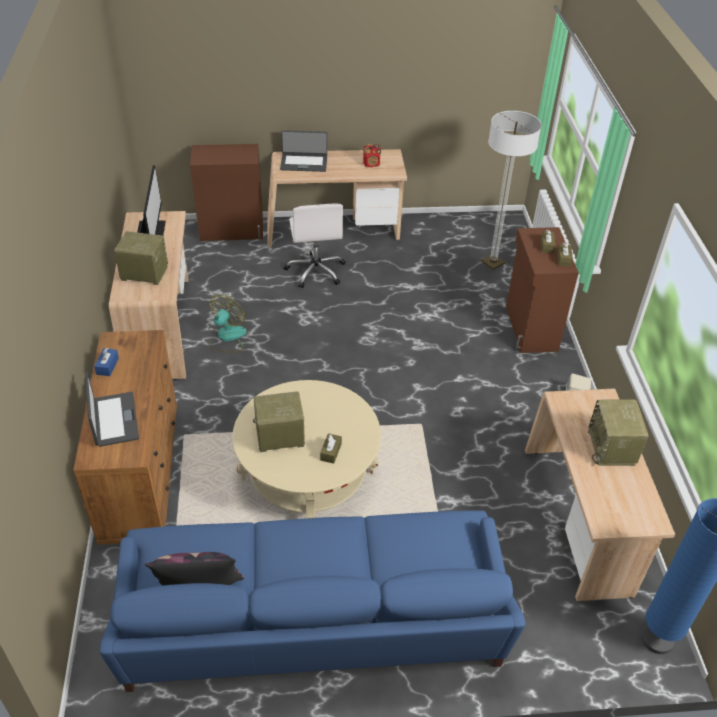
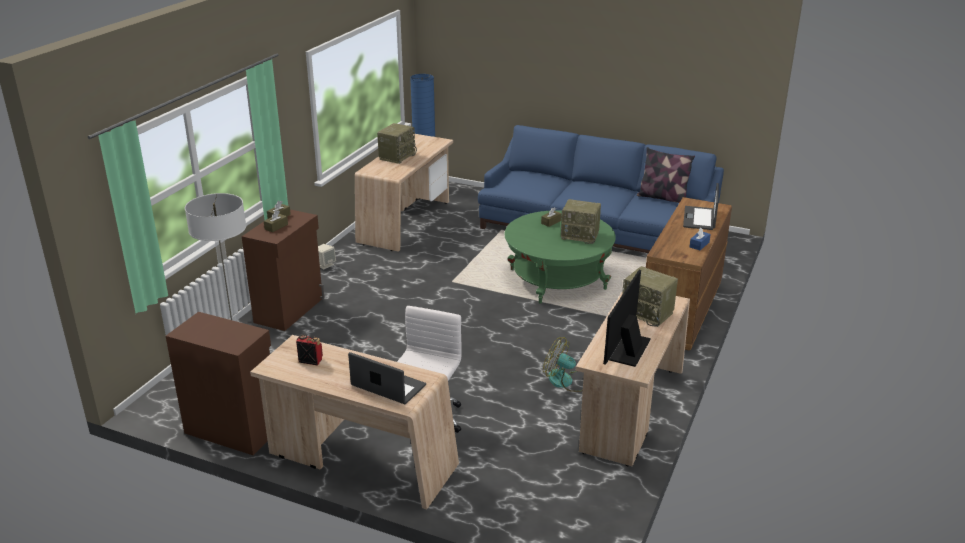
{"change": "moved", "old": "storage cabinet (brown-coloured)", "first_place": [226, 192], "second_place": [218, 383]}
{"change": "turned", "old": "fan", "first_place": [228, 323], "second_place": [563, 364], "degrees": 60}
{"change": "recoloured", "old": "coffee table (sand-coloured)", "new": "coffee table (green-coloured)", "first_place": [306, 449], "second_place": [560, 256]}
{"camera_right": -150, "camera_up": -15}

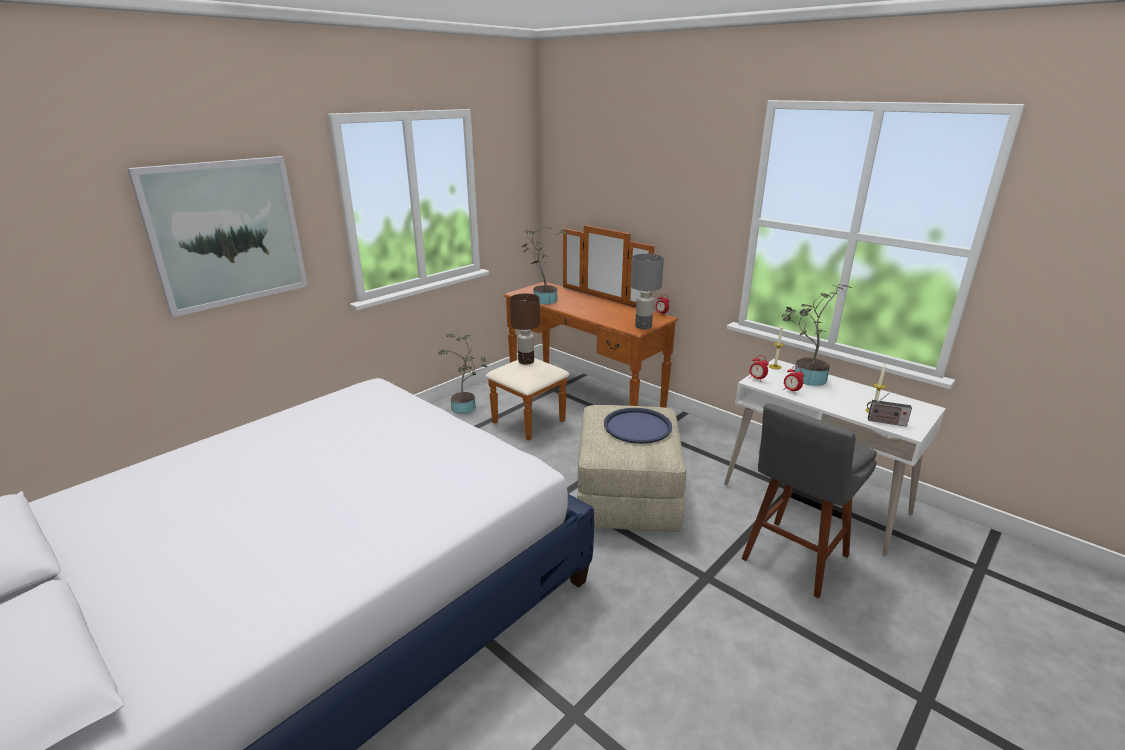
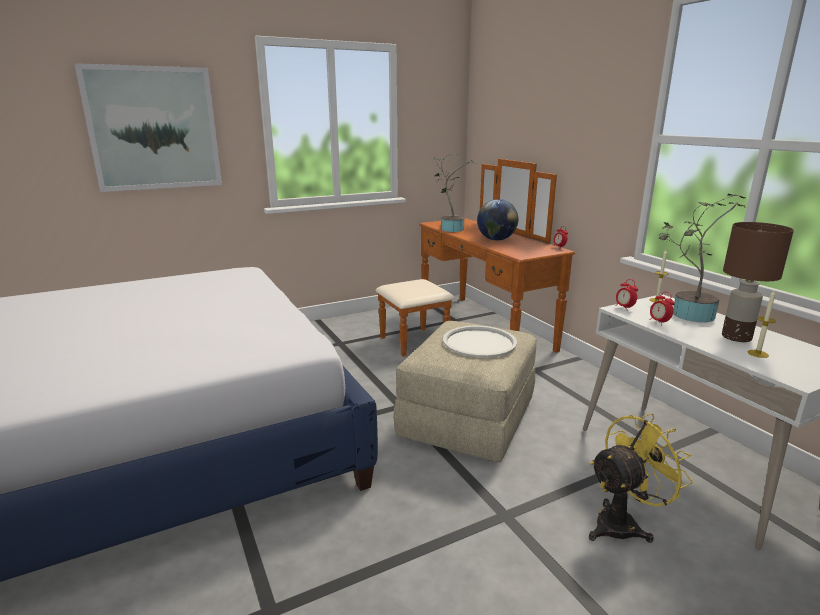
{"change": "removed", "old": "table lamp (grey)", "first_place": [647, 291]}
{"change": "moved", "old": "table lamp (brown-coloured)", "first_place": [525, 329], "second_place": [758, 282]}
{"change": "removed", "old": "houseplant", "first_place": [463, 374]}
{"change": "removed", "old": "radio receiver", "first_place": [889, 410]}
{"change": "replaced", "old": "sitting stool (grey)", "new": "fan (yellow-coloured)", "first_place": [809, 501], "second_place": [641, 478]}
{"change": "recoloured", "old": "carrying tray (blue)", "new": "carrying tray (whitish)", "first_place": [638, 426], "second_place": [480, 342]}
{"change": "added", "new": "globe", "second_place": [497, 220]}
{"camera_right": 20, "camera_up": -5}

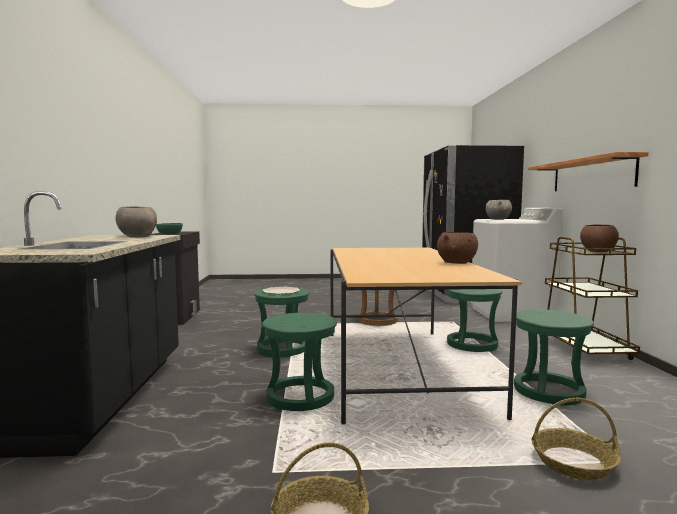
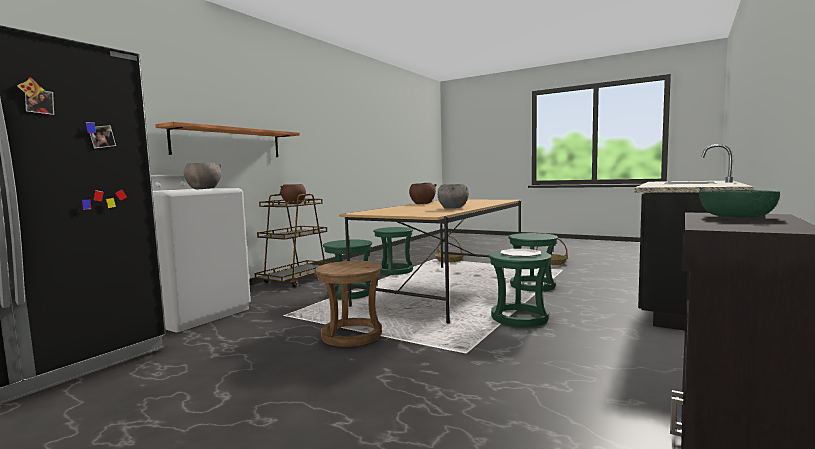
{"change": "moved", "old": "serving bowl (grey)", "first_place": [136, 222], "second_place": [453, 196]}
{"camera_right": -145, "camera_up": 0}

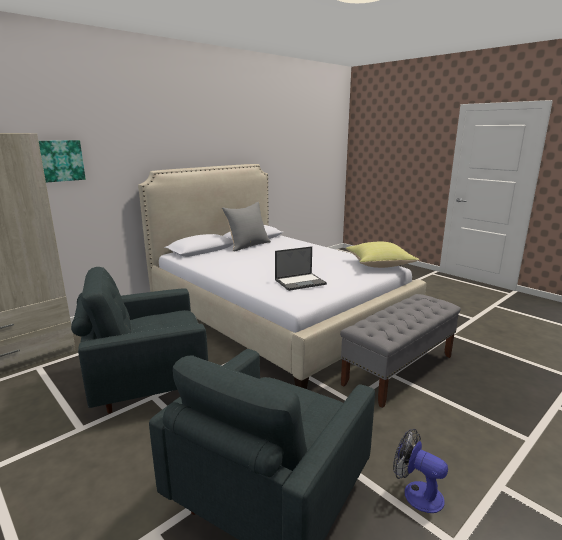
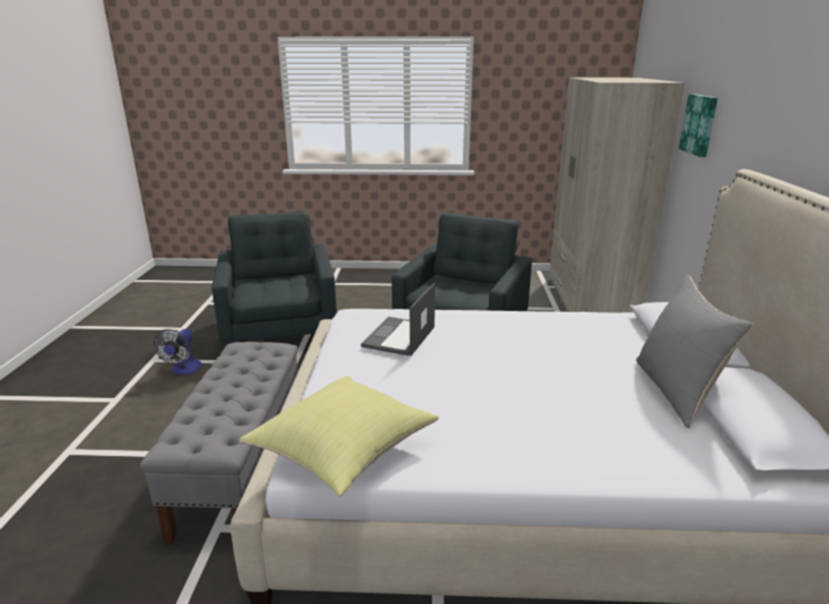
{"change": "turned", "old": "fan", "first_place": [420, 471], "second_place": [177, 352], "degrees": 105}
{"camera_right": 135, "camera_up": 5}

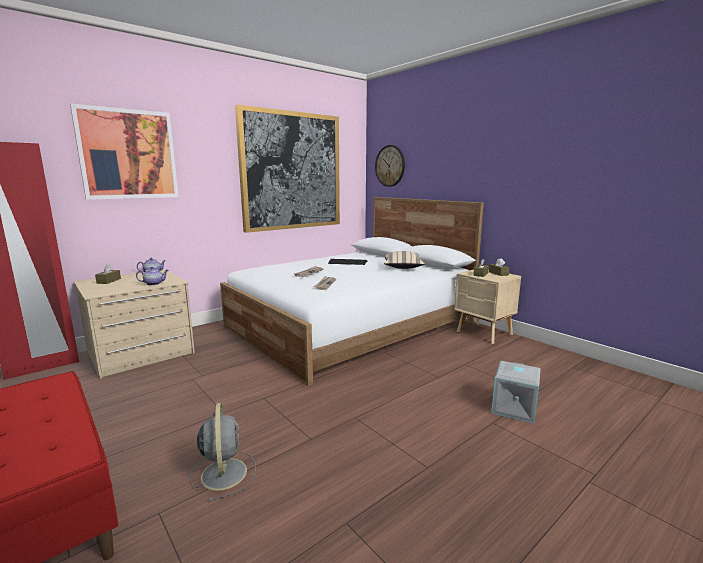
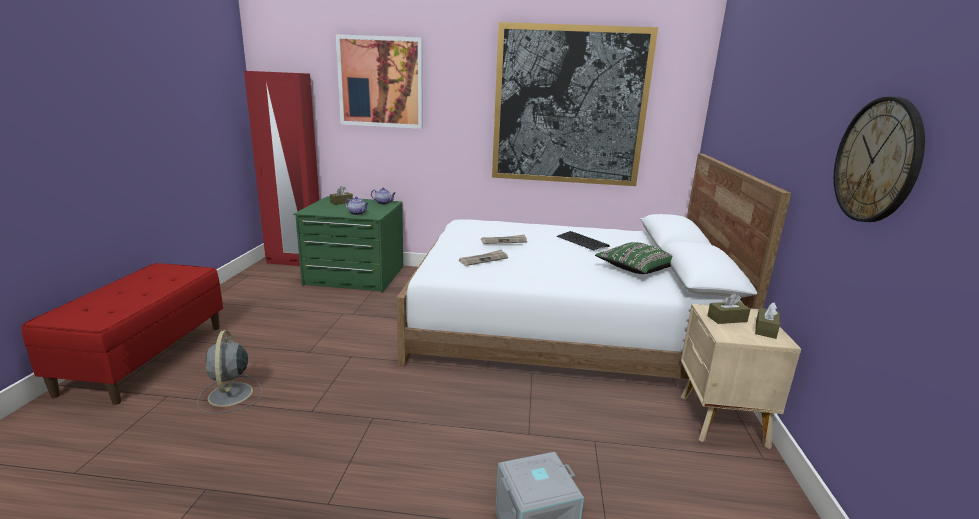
{"change": "moved", "old": "clock on the wall", "first_place": [390, 166], "second_place": [879, 159]}
{"change": "recoloured", "old": "pillow (sand-coloured)", "new": "pillow (green-coloured)", "first_place": [404, 260], "second_place": [633, 258]}
{"change": "recoloured", "old": "dresser (sand-coloured)", "new": "dresser (green-coloured)", "first_place": [134, 324], "second_place": [348, 244]}
{"change": "turned", "old": "fan (grey)", "first_place": [223, 452], "second_place": [229, 371], "degrees": 135}
{"camera_right": 45, "camera_up": 5}

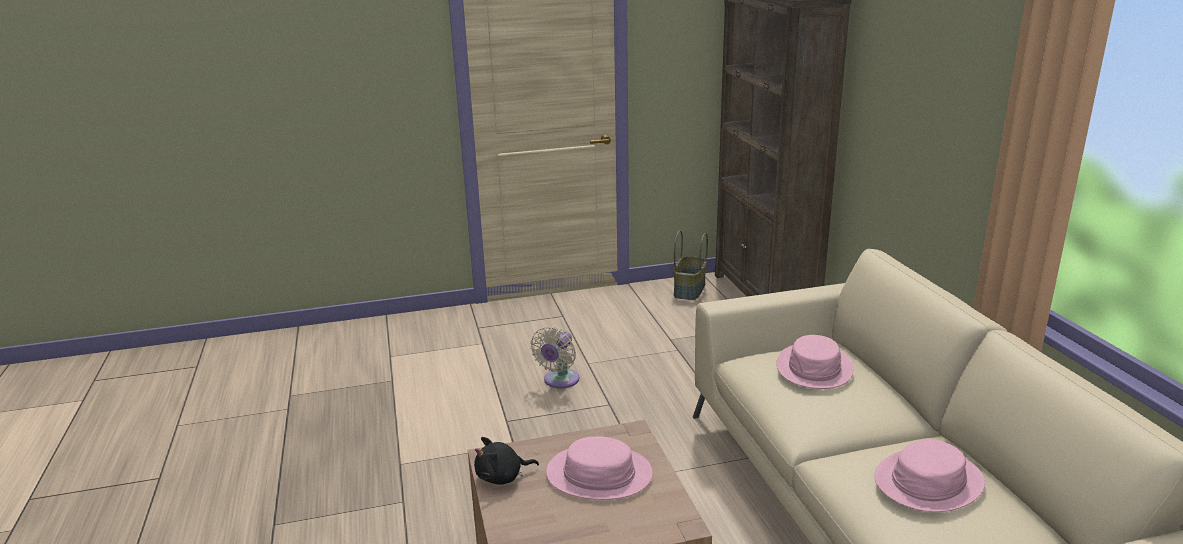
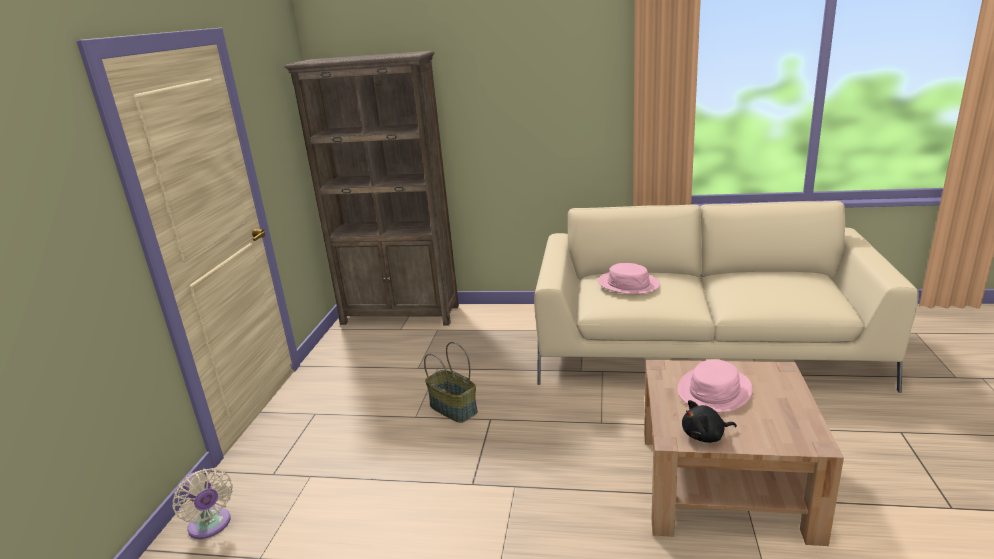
{"change": "moved", "old": "storage basket", "first_place": [690, 265], "second_place": [451, 382]}
{"change": "moved", "old": "fan (sand-coloured)", "first_place": [554, 357], "second_place": [202, 503]}
{"change": "turned", "old": "soft toy (black-coloured)", "first_place": [506, 461], "second_place": [709, 421], "degrees": 75}
{"change": "removed", "old": "clothing hat (pink-coloured)", "first_place": [929, 476]}
{"camera_right": -65, "camera_up": 0}

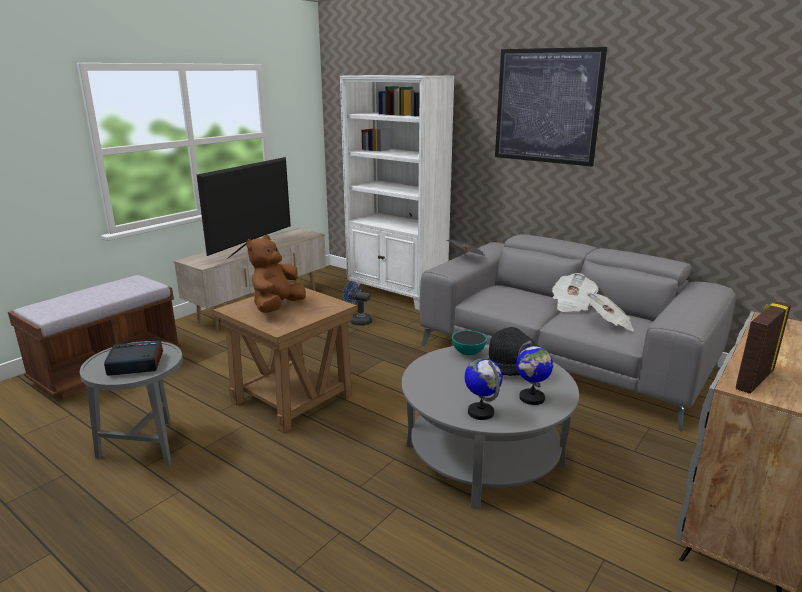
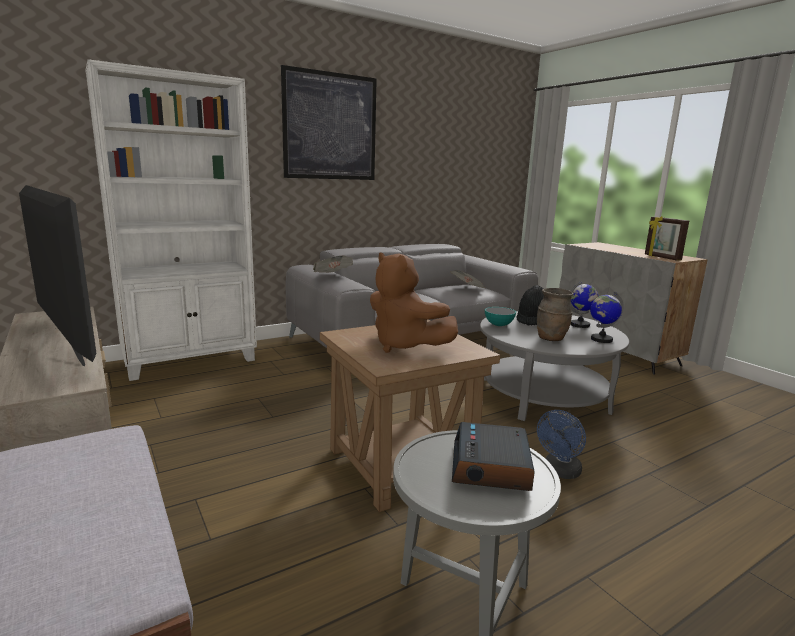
{"change": "removed", "old": "daily paper", "first_place": [575, 292]}
{"change": "moved", "old": "fan (blue)", "first_place": [357, 303], "second_place": [561, 444]}
{"change": "added", "new": "vase (brown-coloured)", "second_place": [555, 314]}
{"camera_right": -70, "camera_up": -5}

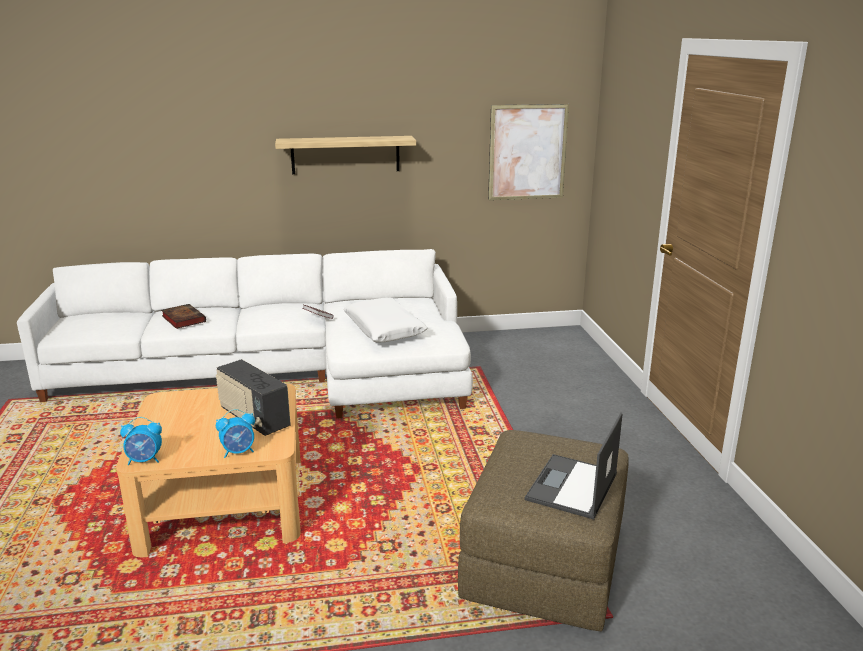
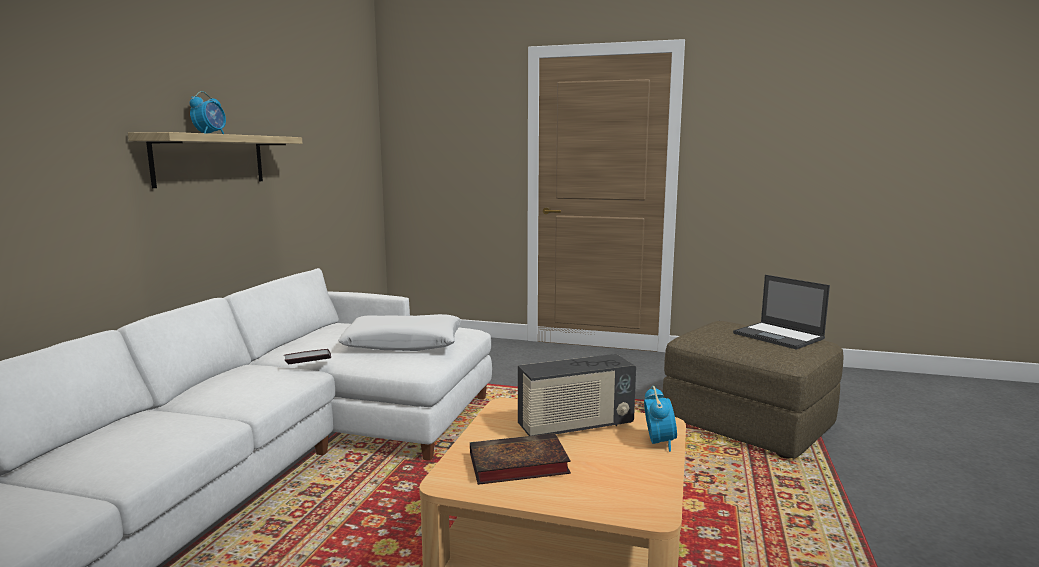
{"change": "removed", "old": "wall art", "first_place": [528, 152]}
{"change": "moved", "old": "bound book", "first_place": [183, 316], "second_place": [520, 459]}
{"change": "moved", "old": "table clock", "first_place": [141, 441], "second_place": [208, 112]}
{"camera_right": -65, "camera_up": -10}

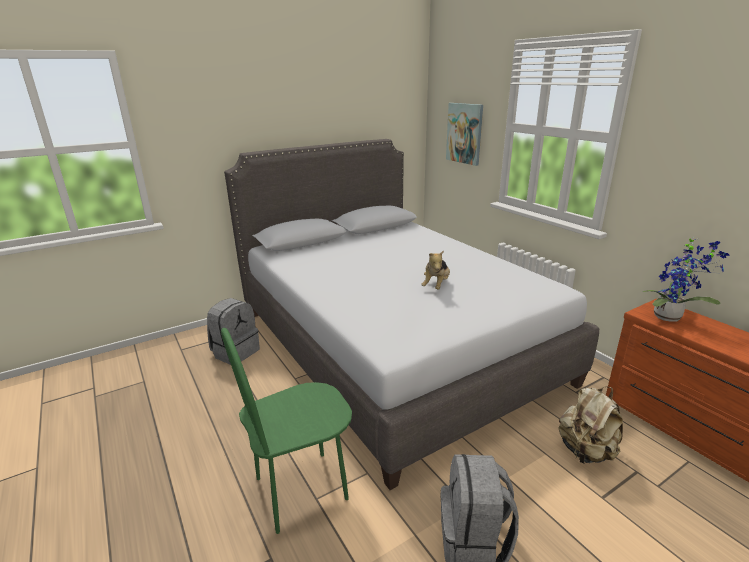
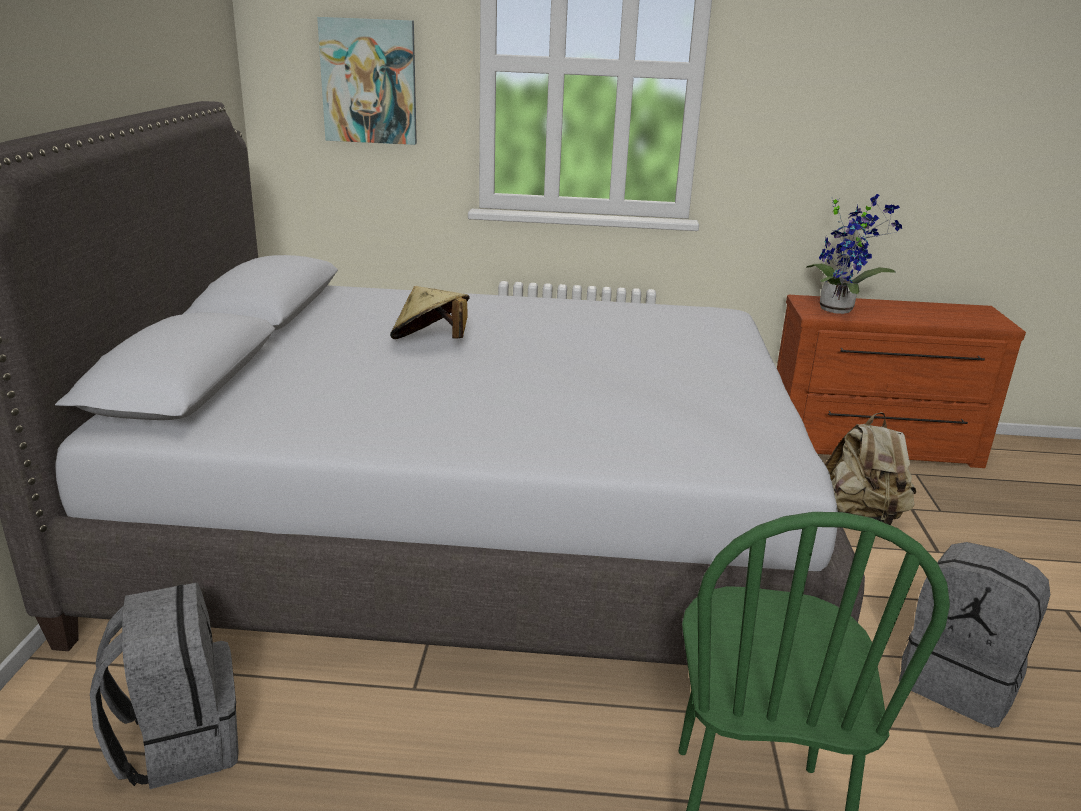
{"change": "removed", "old": "soft toy", "first_place": [435, 270]}
{"change": "added", "new": "clothing hat (sand-coloured)", "second_place": [430, 312]}
{"camera_right": -55, "camera_up": 0}

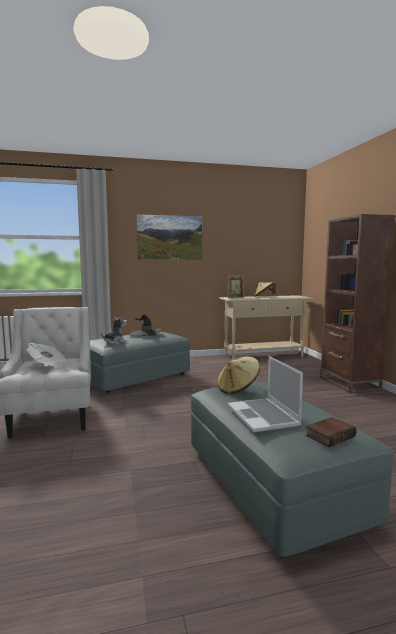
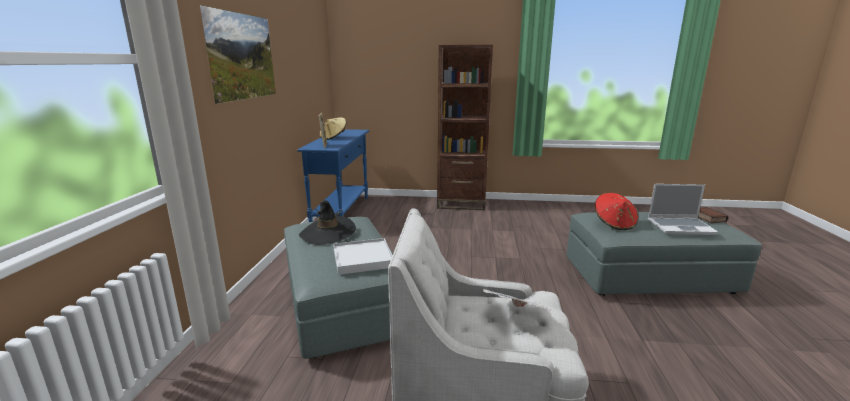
{"change": "recoloured", "old": "narrow table (sand-coloured)", "new": "narrow table (blue)", "first_place": [266, 327], "second_place": [333, 175]}
{"change": "replaced", "old": "soft toy", "new": "carrying tray (whitish)", "first_place": [113, 329], "second_place": [363, 256]}
{"change": "recoloured", "old": "clothing hat (sand-coloured)", "new": "clothing hat (reddish)", "first_place": [238, 375], "second_place": [616, 211]}
{"camera_right": -70, "camera_up": 10}

